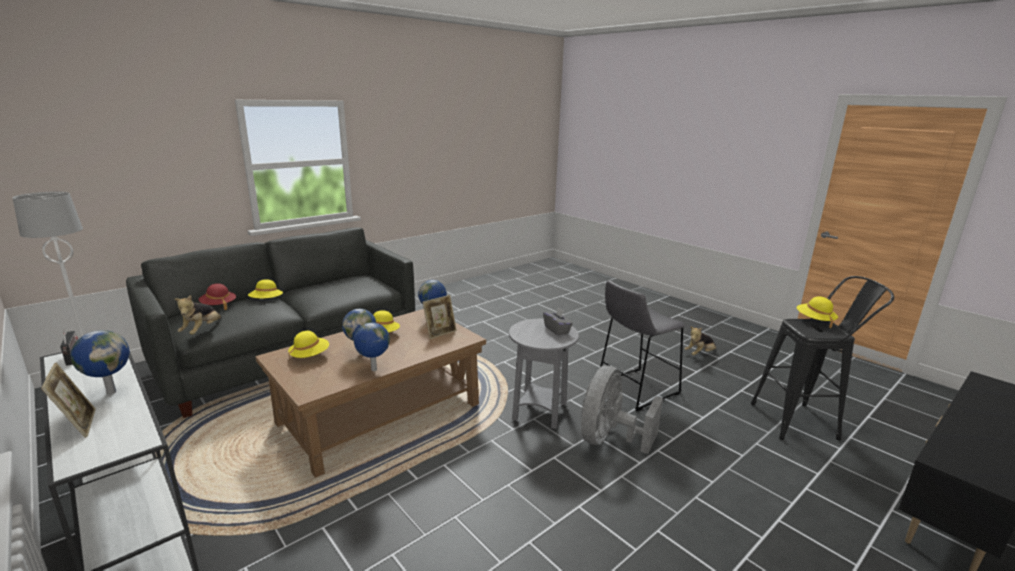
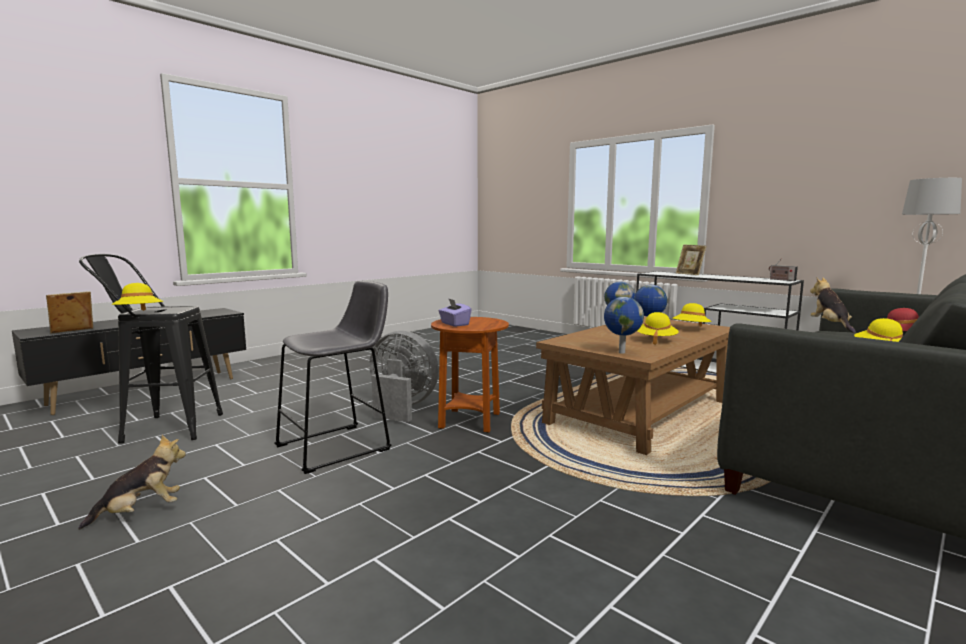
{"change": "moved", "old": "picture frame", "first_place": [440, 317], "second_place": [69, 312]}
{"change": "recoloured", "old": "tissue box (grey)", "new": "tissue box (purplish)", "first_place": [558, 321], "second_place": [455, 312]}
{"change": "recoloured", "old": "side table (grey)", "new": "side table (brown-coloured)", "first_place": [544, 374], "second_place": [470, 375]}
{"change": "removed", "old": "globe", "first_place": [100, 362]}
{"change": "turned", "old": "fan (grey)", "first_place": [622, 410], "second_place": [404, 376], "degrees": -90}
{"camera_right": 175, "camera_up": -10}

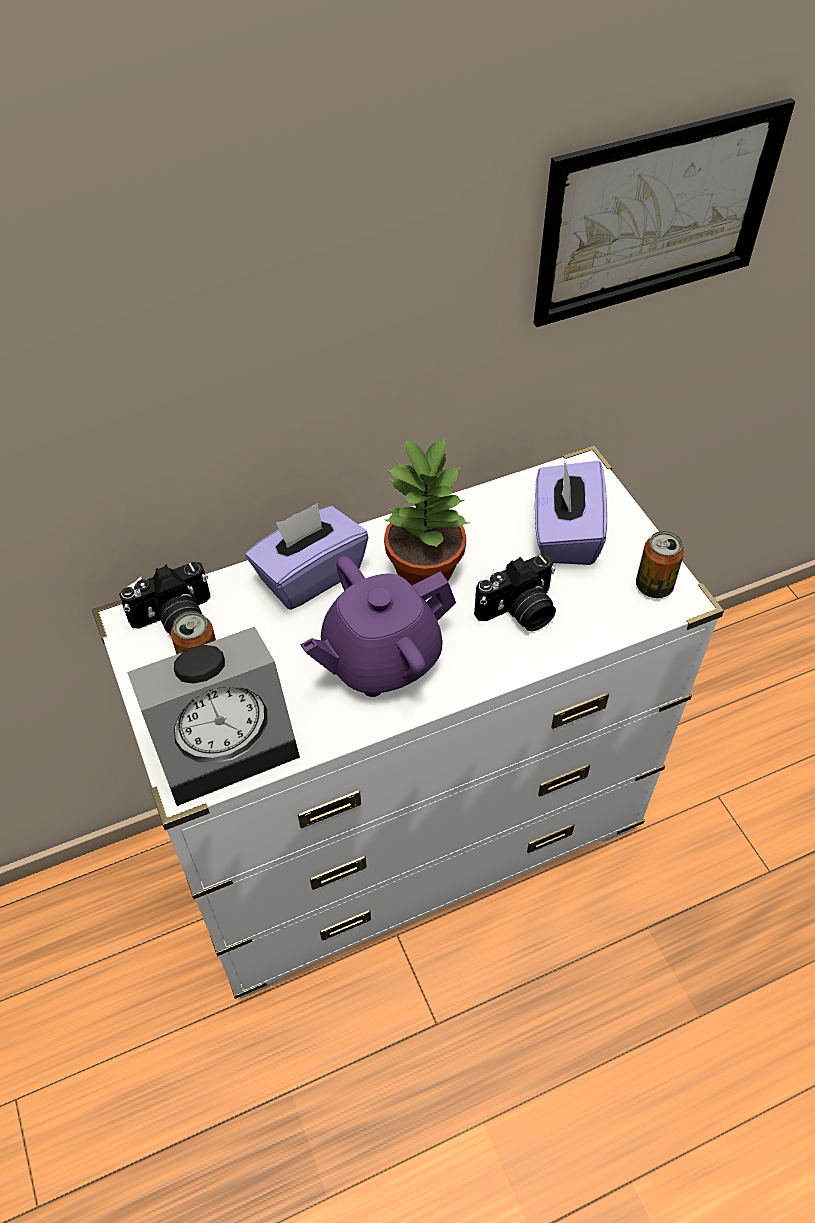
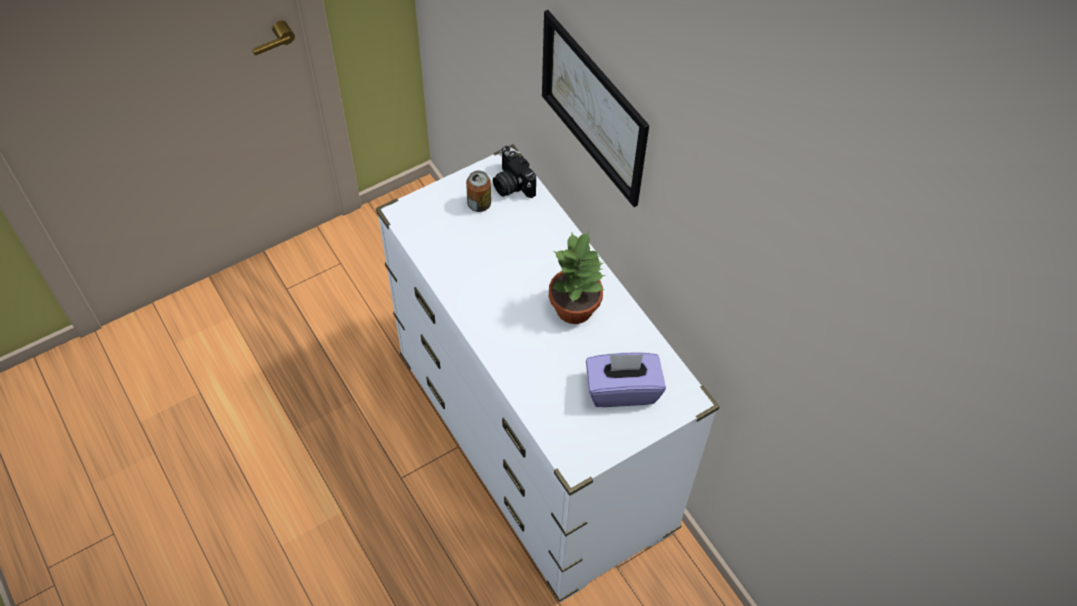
{"change": "moved", "old": "wall art", "first_place": [664, 212], "second_place": [595, 108]}
{"change": "removed", "old": "tissue box (purplish)", "first_place": [307, 556]}
{"change": "removed", "old": "sealed can", "first_place": [660, 564]}
{"change": "removed", "old": "still camera", "first_place": [515, 592]}
{"change": "removed", "old": "pot for tea (purplish)", "first_place": [378, 626]}
{"change": "removed", "old": "table clock", "first_place": [213, 716]}
{"camera_right": 80, "camera_up": 5}

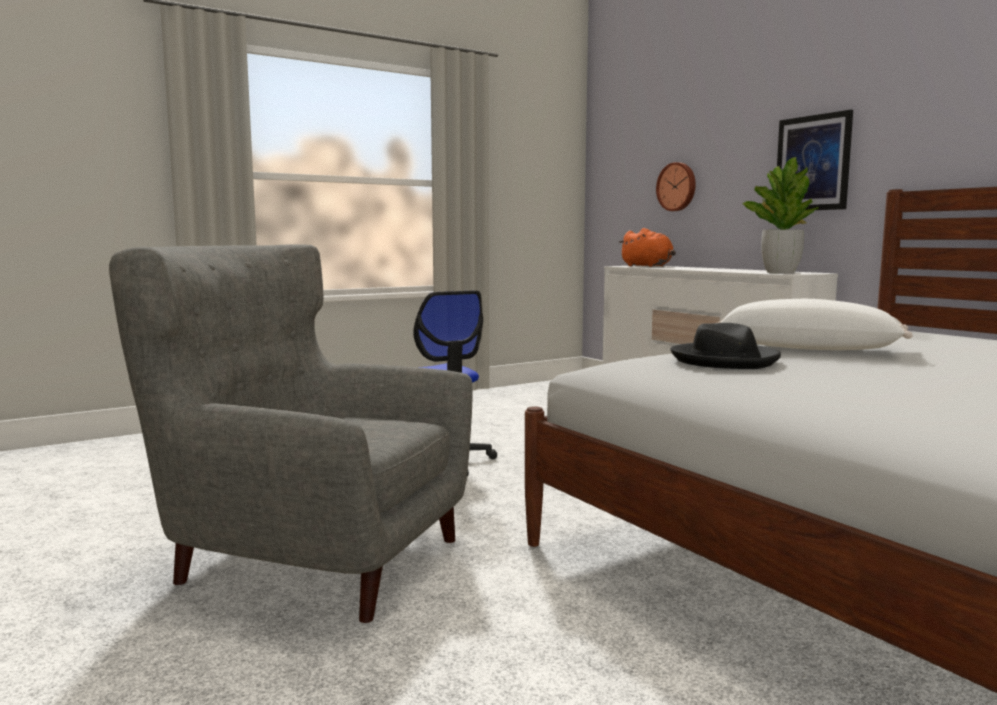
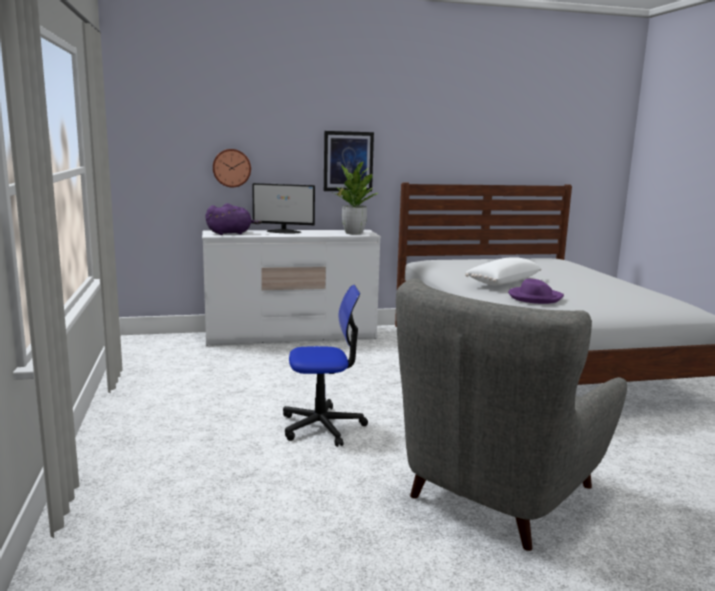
{"change": "recoloured", "old": "soft toy (orange-coloured)", "new": "soft toy (purplish)", "first_place": [647, 247], "second_place": [234, 219]}
{"change": "recoloured", "old": "clothing hat (black-coloured)", "new": "clothing hat (purplish)", "first_place": [725, 346], "second_place": [536, 291]}
{"change": "added", "new": "monitor", "second_place": [283, 208]}
{"camera_right": -70, "camera_up": 5}

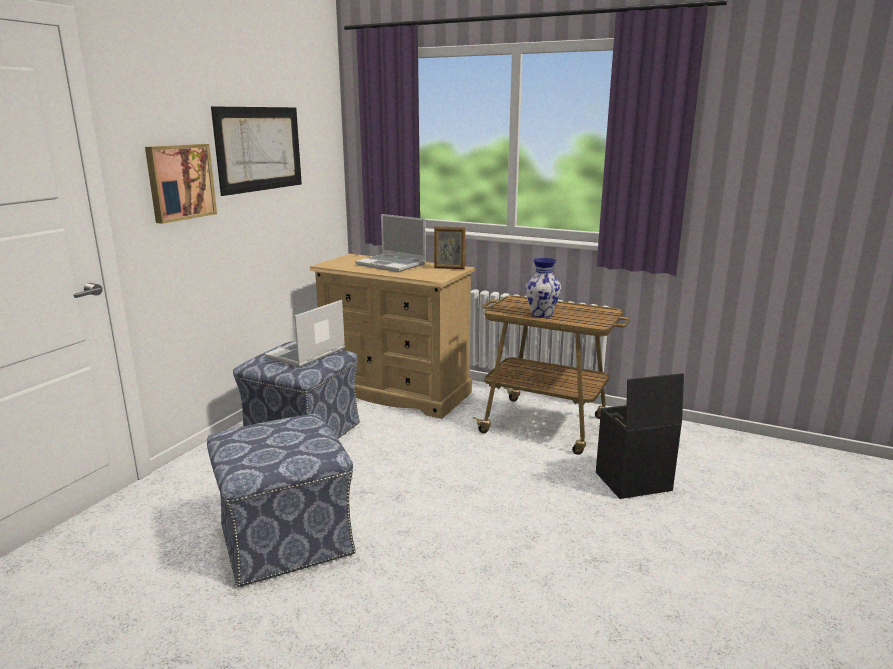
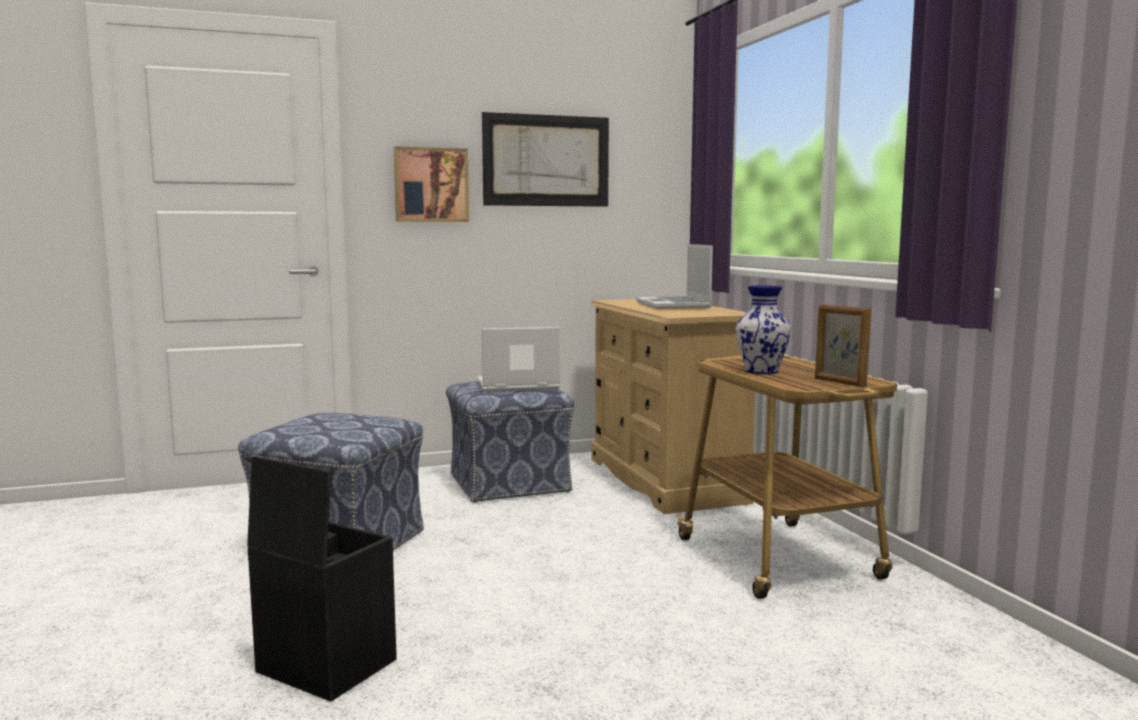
{"change": "moved", "old": "picture frame", "first_place": [450, 247], "second_place": [843, 345]}
{"change": "moved", "old": "storage box (black-coloured)", "first_place": [640, 436], "second_place": [322, 578]}
{"camera_right": 45, "camera_up": -10}

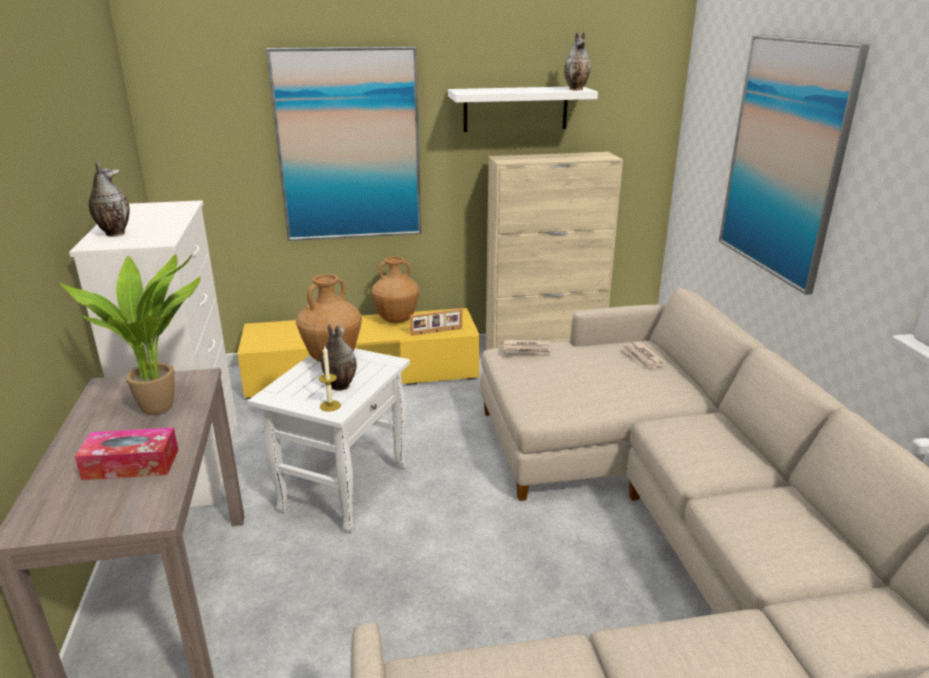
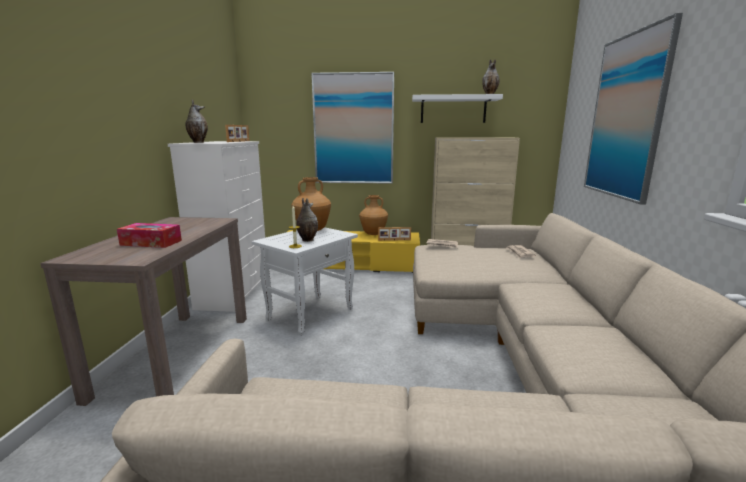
{"change": "removed", "old": "houseplant", "first_place": [130, 334]}
{"change": "added", "new": "picture frame", "second_place": [237, 133]}
{"camera_right": 15, "camera_up": -10}

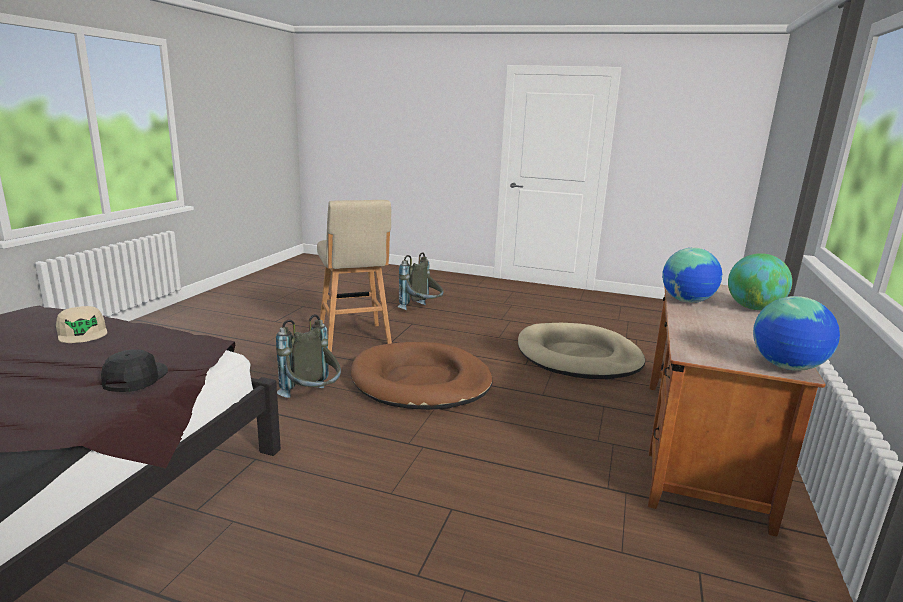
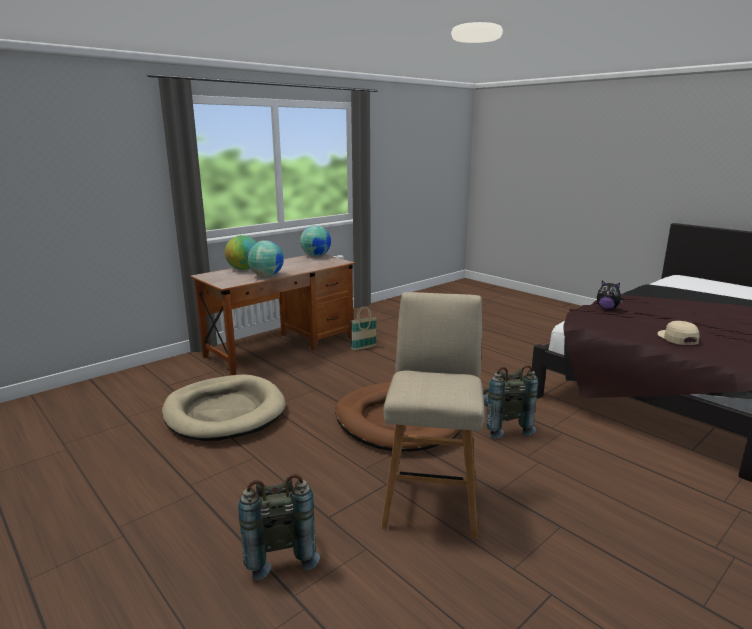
{"change": "replaced", "old": "baseball cap (black-coloured)", "new": "soft toy", "first_place": [134, 371], "second_place": [610, 294]}
{"change": "added", "new": "storage basket", "second_place": [364, 329]}
{"camera_right": -150, "camera_up": 0}

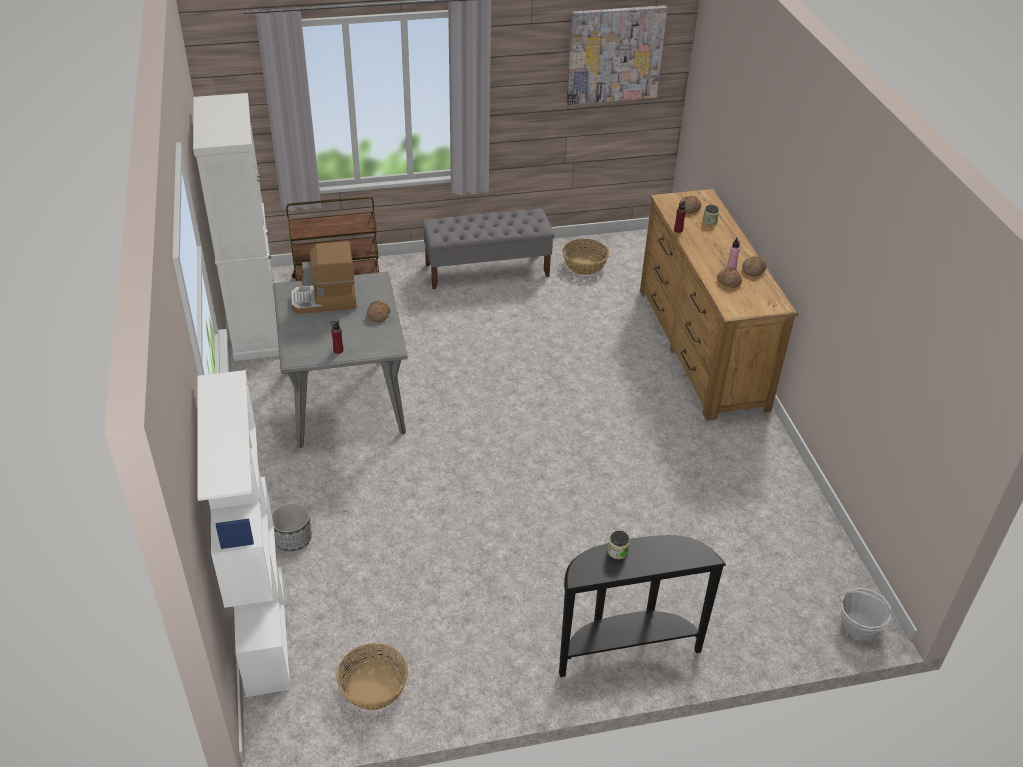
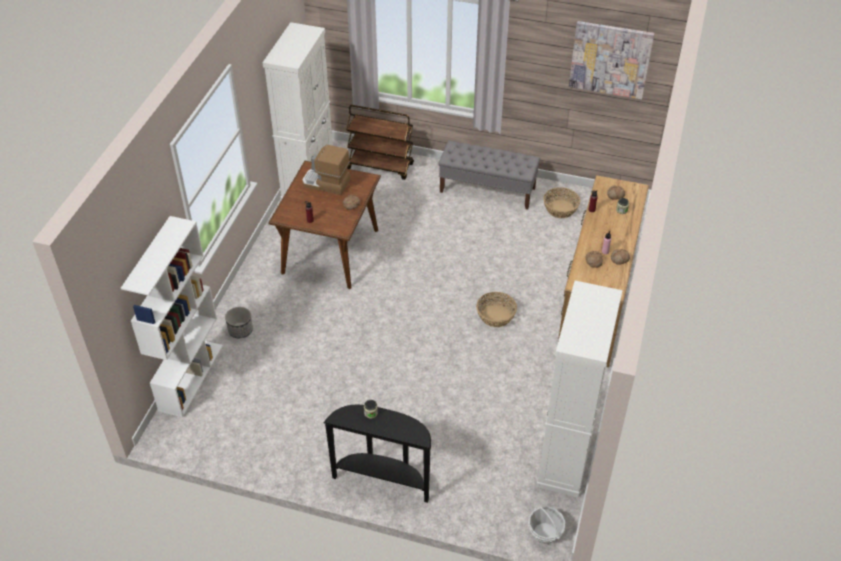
{"change": "recoloured", "old": "dining table (grey)", "new": "dining table (brown-coloured)", "first_place": [340, 360], "second_place": [324, 225]}
{"change": "moved", "old": "storage basket", "first_place": [372, 676], "second_place": [496, 309]}
{"change": "added", "new": "storage cabinet (whitish)", "second_place": [579, 389]}
{"camera_right": 30, "camera_up": 5}

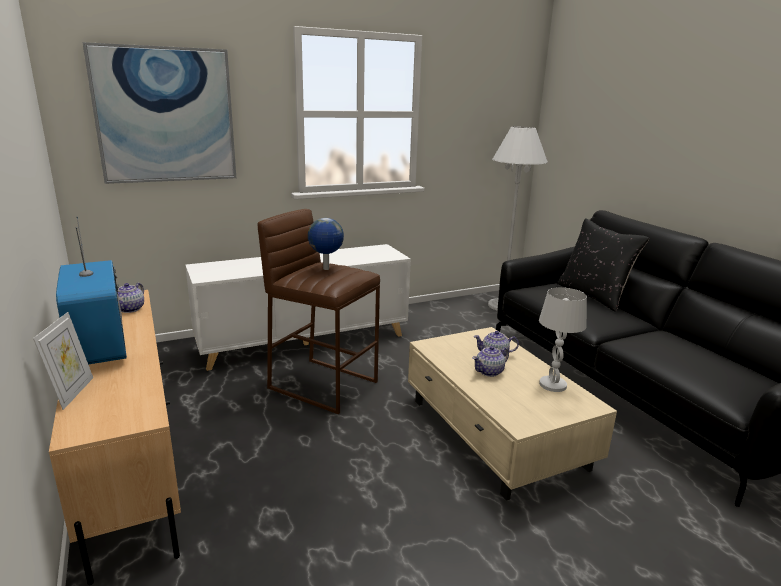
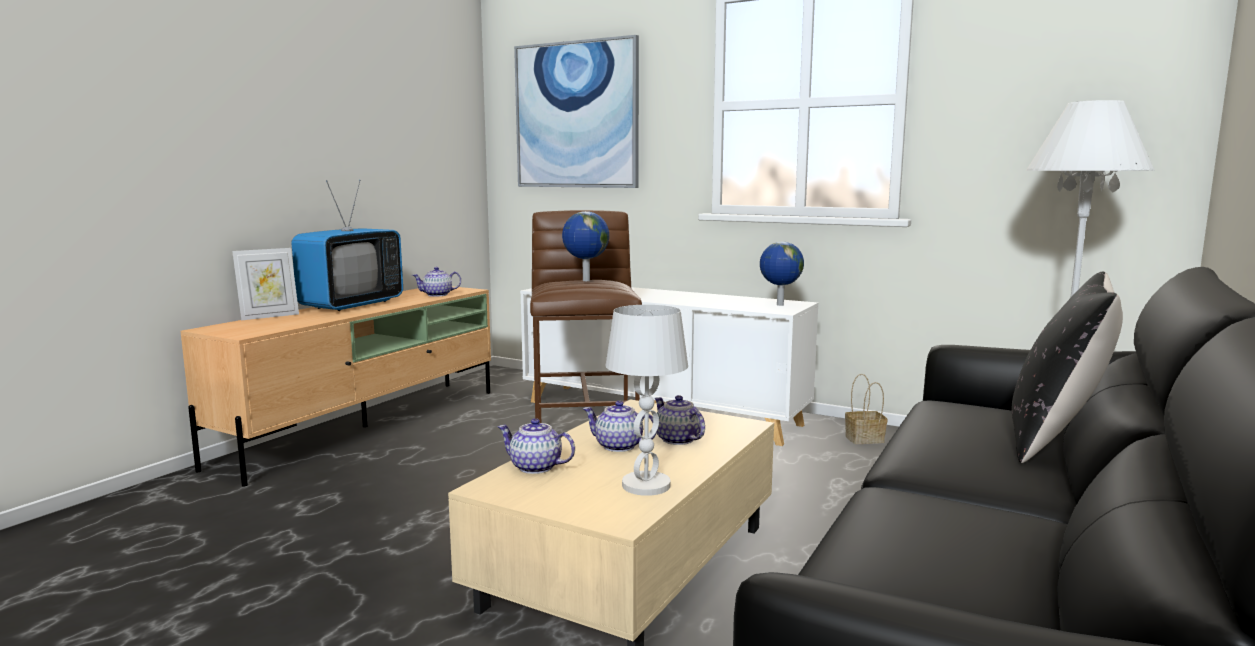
{"change": "added", "new": "globe", "second_place": [782, 274]}
{"change": "added", "new": "storage basket", "second_place": [866, 409]}
{"change": "added", "new": "pot for tea", "second_place": [536, 446]}
{"camera_right": 55, "camera_up": -10}

